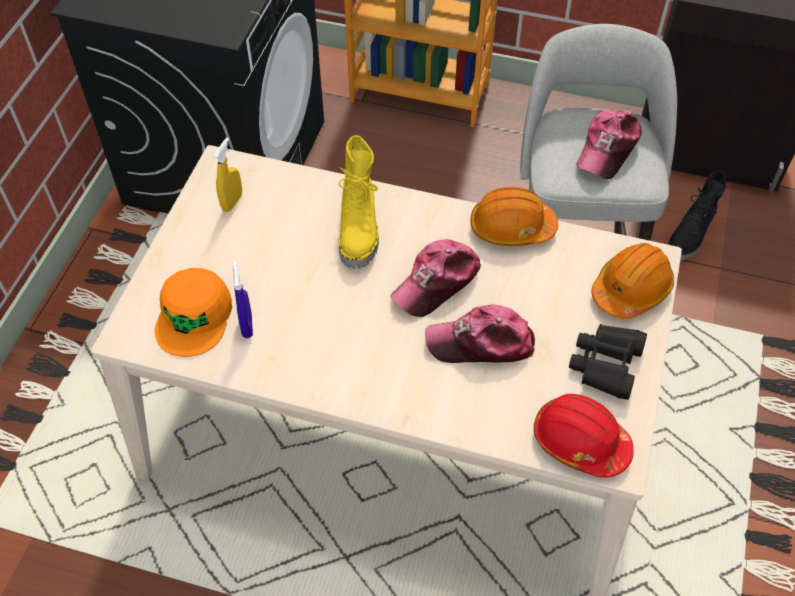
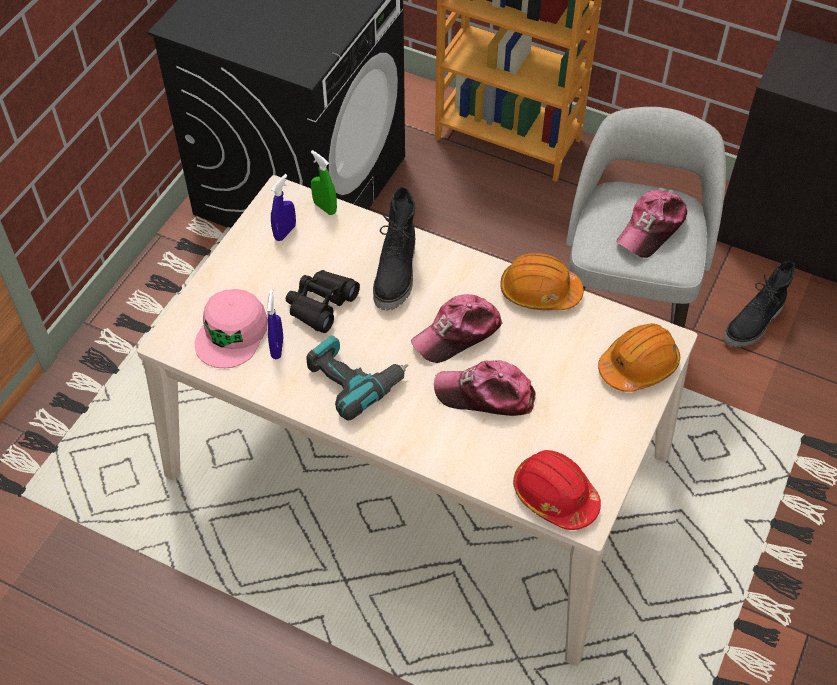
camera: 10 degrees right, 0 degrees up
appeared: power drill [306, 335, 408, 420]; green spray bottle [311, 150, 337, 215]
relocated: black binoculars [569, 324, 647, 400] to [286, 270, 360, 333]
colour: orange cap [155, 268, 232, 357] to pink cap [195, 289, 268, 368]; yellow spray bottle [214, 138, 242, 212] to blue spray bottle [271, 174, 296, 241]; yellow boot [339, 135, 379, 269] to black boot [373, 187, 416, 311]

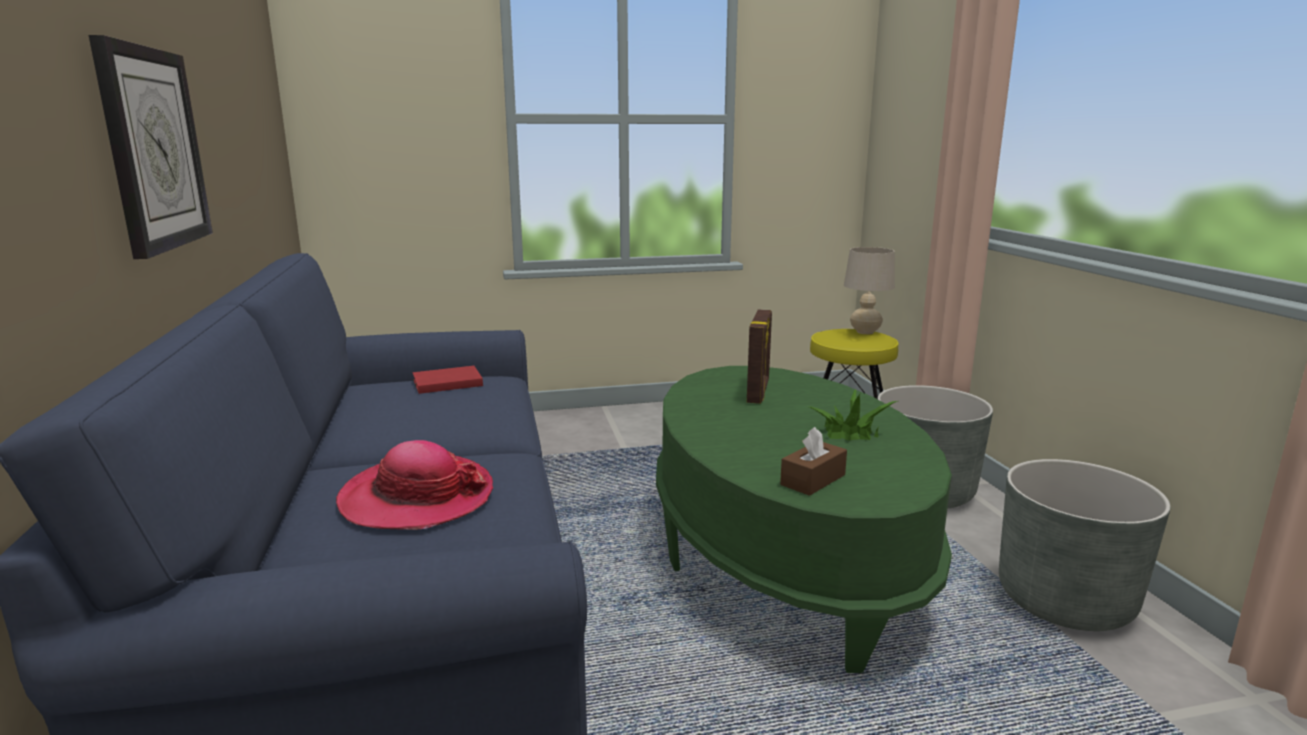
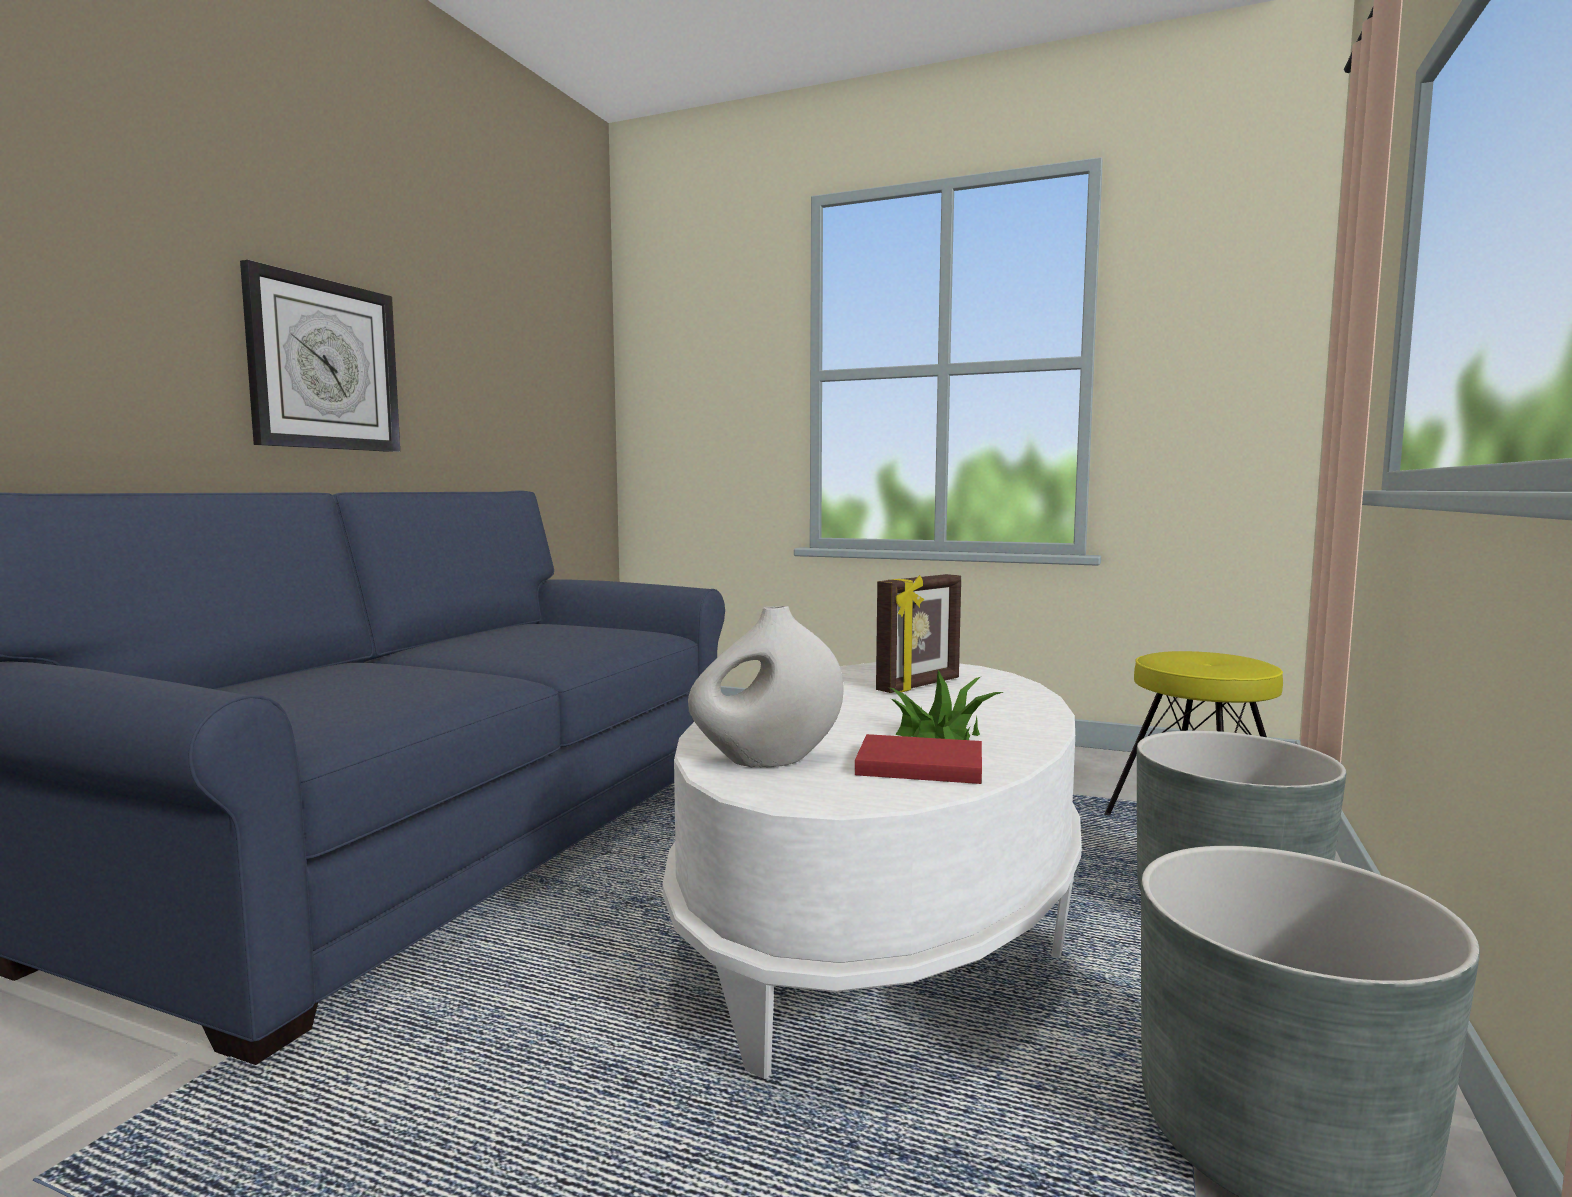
camera: 35 degrees right, 10 degrees down
missing: hat [336, 440, 493, 530]; beige table lamp [844, 247, 895, 334]
relocated: red book [413, 366, 483, 394] to [855, 734, 982, 784]
exchanged: brown tissue box [780, 427, 847, 496] to white vase [688, 606, 843, 768]
colour: green coffee table [656, 366, 952, 673] to white coffee table [663, 662, 1082, 1079]

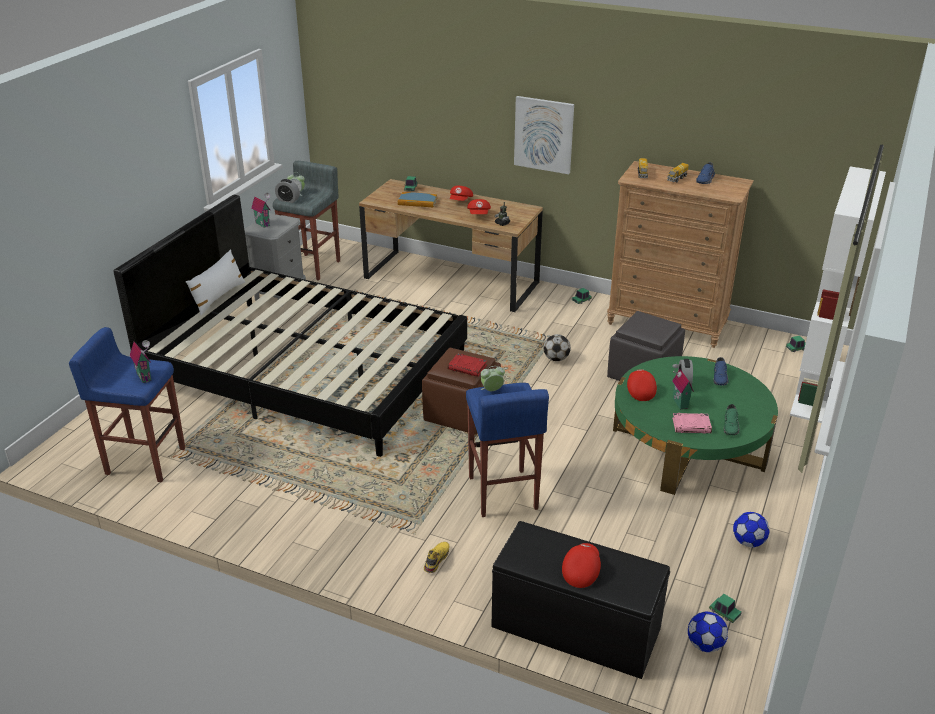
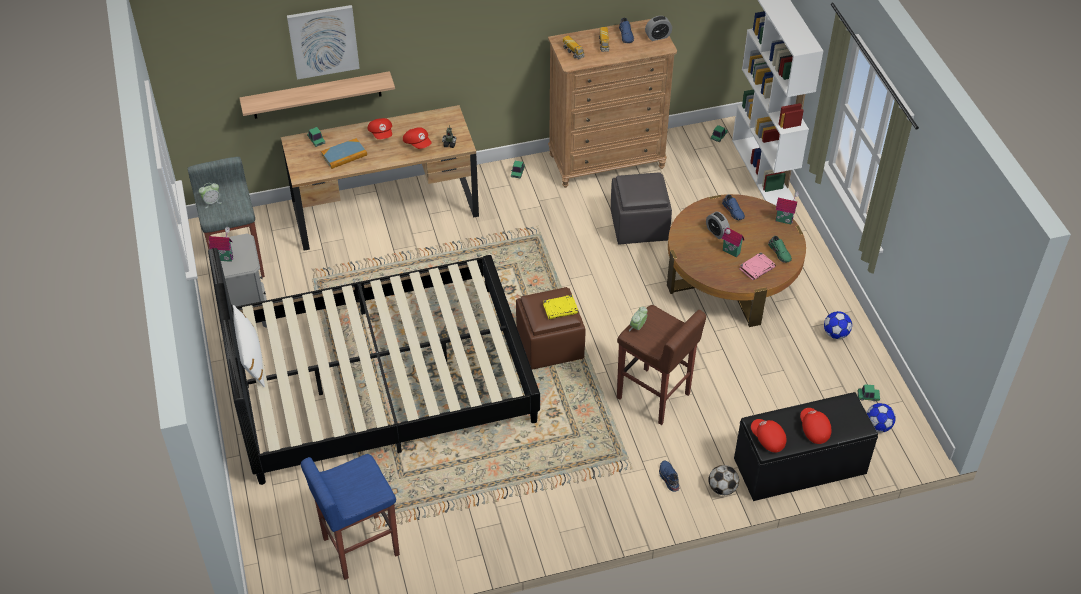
camera: 40 degrees left, 15 degrees up
appeared: shelf [239, 71, 395, 119]
relocated: picture [514, 96, 574, 174] to [287, 5, 360, 80]; alarm clock [275, 179, 300, 203] to [645, 16, 672, 41]; football [543, 334, 571, 361] to [709, 465, 739, 495]; red cap [627, 369, 657, 401] to [751, 419, 786, 453]; toy house [129, 340, 151, 383] to [775, 191, 799, 224]
colour: red book [448, 353, 487, 377] to yellow book [543, 295, 578, 319]; blue stool [466, 383, 549, 517] to brown stool [617, 305, 706, 425]; yellow shoe [424, 542, 450, 573] to blue shoe [659, 461, 679, 492]; green coffee table [613, 356, 778, 495] to brown coffee table [667, 194, 806, 327]

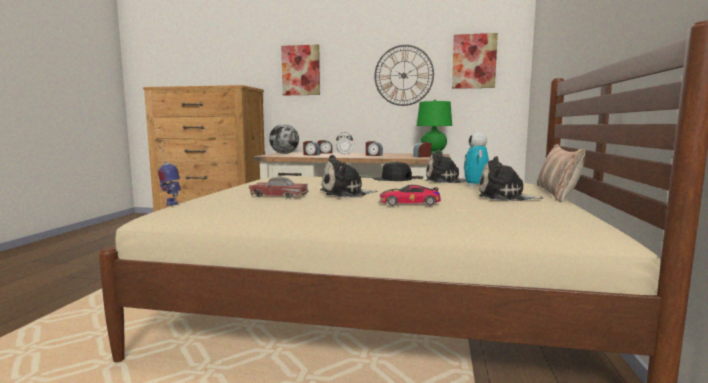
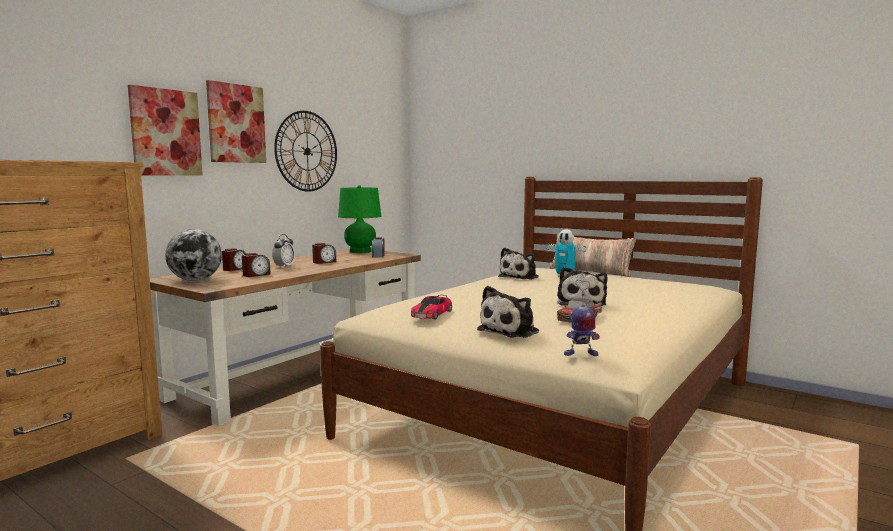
camera: 65 degrees left, 0 degrees up
missing: black cap [373, 161, 412, 181]
relocated: picture [452, 33, 498, 89] to [206, 80, 266, 163]; toy car [379, 185, 441, 206] to [411, 295, 452, 319]; plush toy [479, 156, 543, 201] to [477, 286, 539, 338]

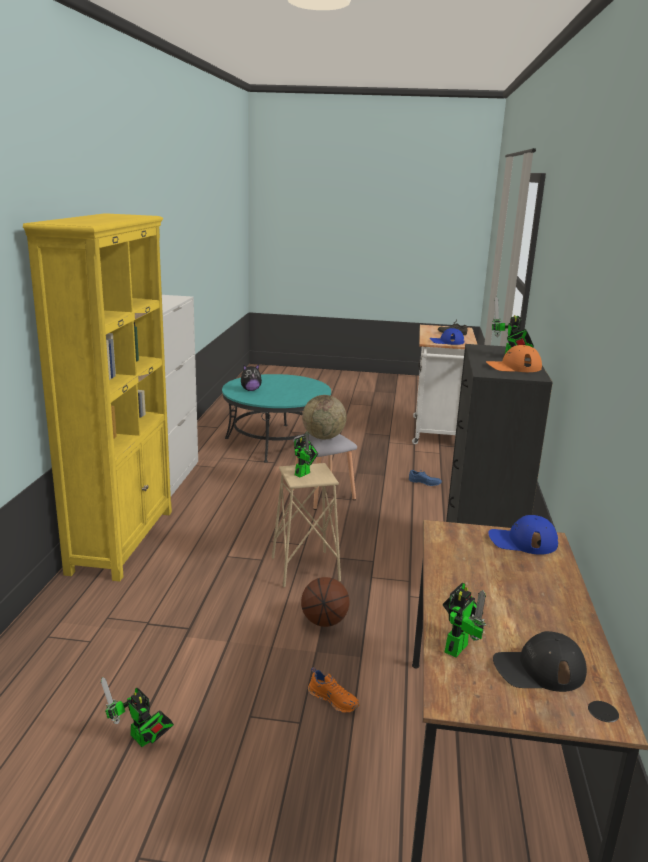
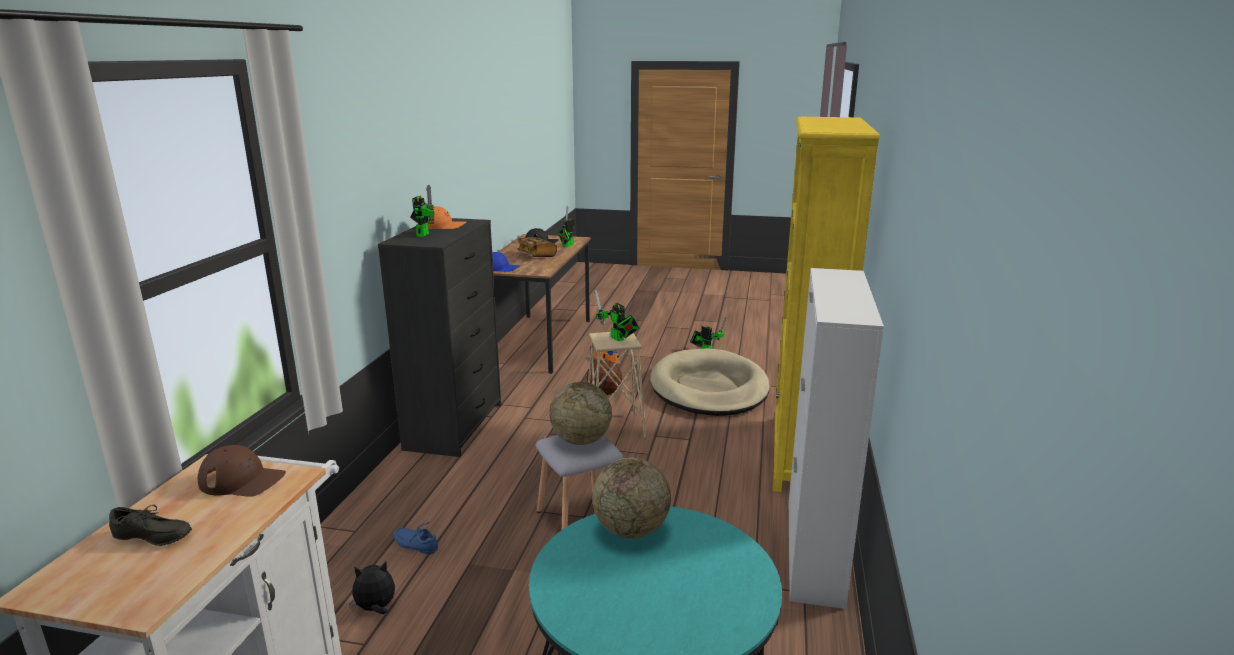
camera: 175 degrees left, 0 degrees up
appeared: book [517, 237, 557, 257]; globe [592, 457, 671, 539]; beige dog bed [650, 348, 770, 416]
relocated: plush toy [241, 364, 262, 391] to [349, 561, 395, 614]
colour: blue cap [430, 328, 464, 345] to brown cap [198, 445, 286, 497]
spun: toy robot [294, 431, 318, 477] = [595, 290, 639, 341] 75 degrees counterclockwise

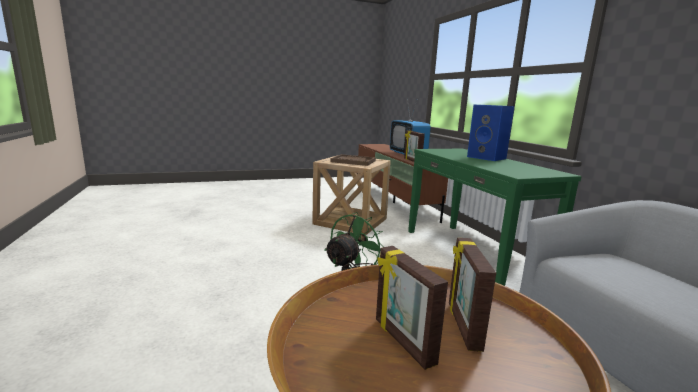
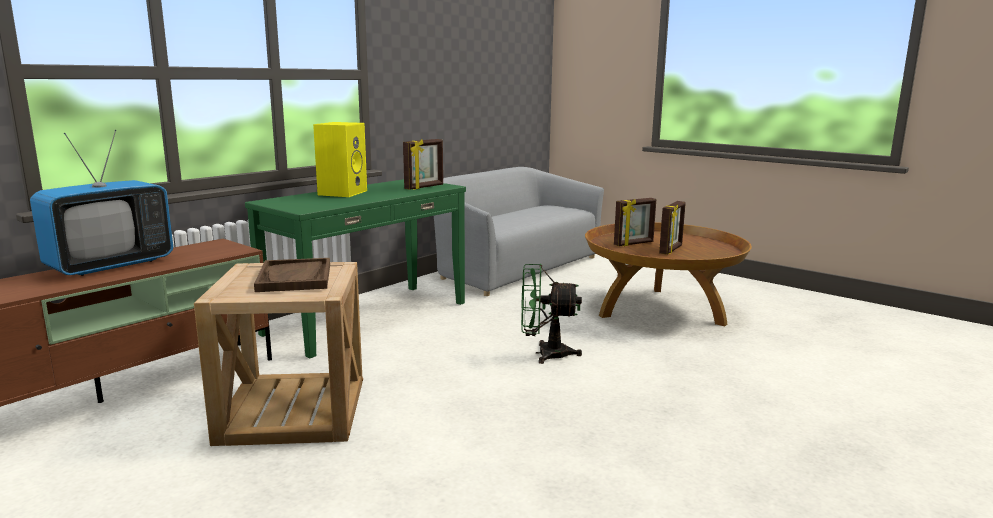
camera: 120 degrees left, 0 degrees up
relocated: picture frame [404, 130, 425, 162] to [403, 139, 443, 190]
colour: blue speaker [467, 105, 514, 161] to yellow speaker [313, 122, 367, 197]

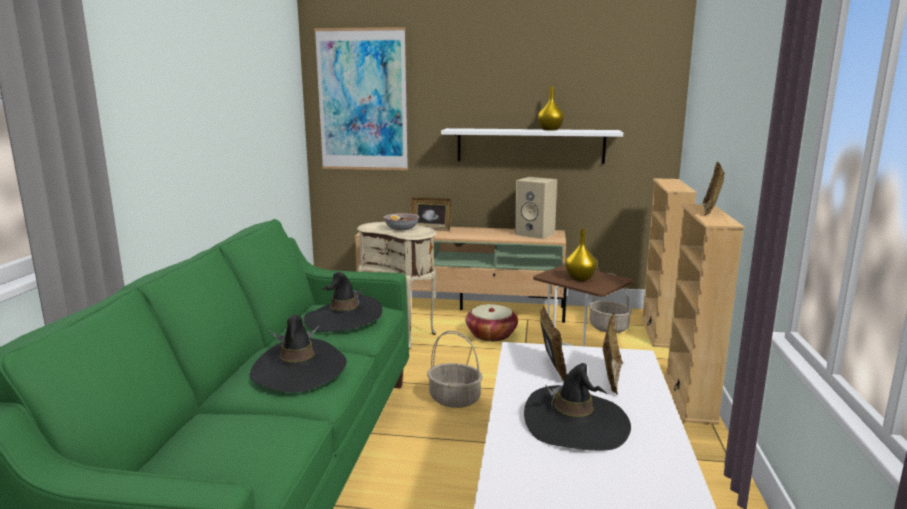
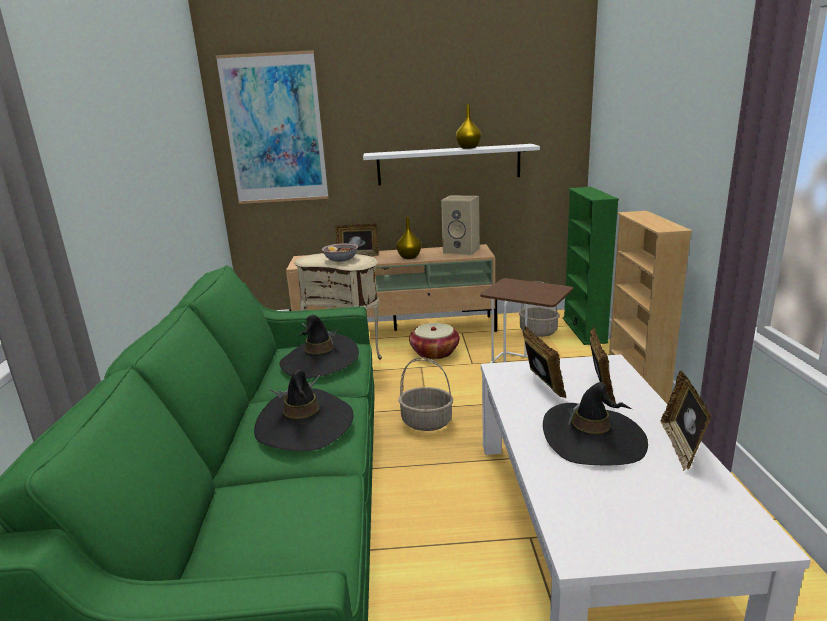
camera: 10 degrees left, 5 degrees up
relocated: yellow vase [565, 229, 597, 281] to [396, 217, 421, 259]; picture frame [702, 162, 725, 215] to [661, 371, 712, 471]
colour: beige bookcase [641, 178, 697, 348] to green bookcase [563, 187, 619, 345]

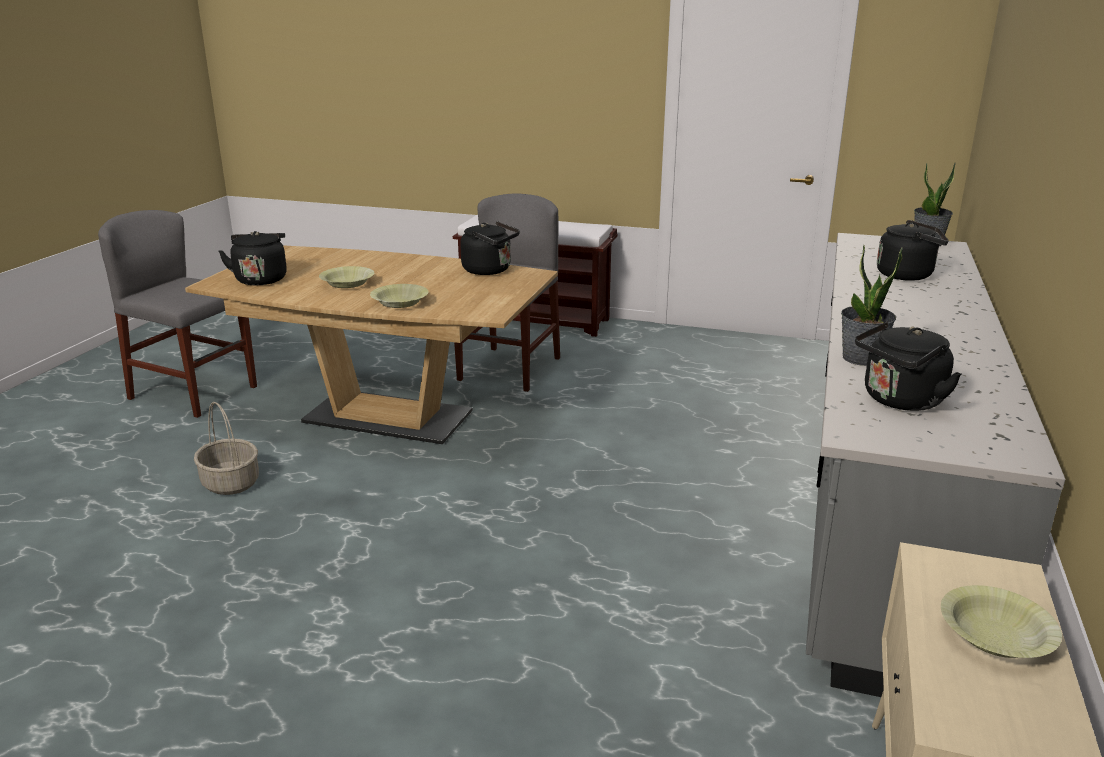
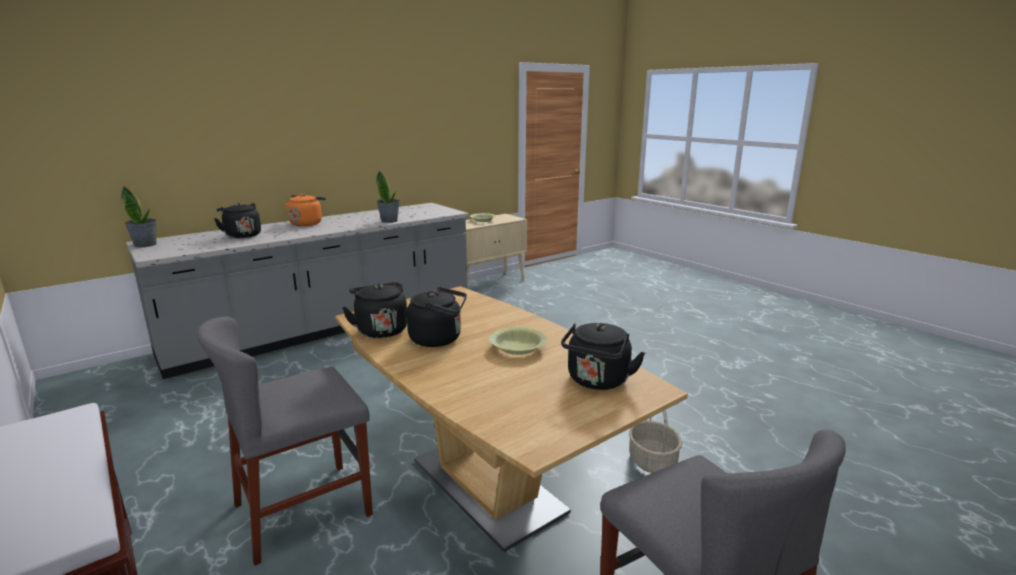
camera: 145 degrees left, 5 degrees down
missing: yellow bowl [370, 284, 429, 308]
appeared: orange kettle [285, 194, 326, 226]
relocated: black kettle [855, 322, 962, 411] to [407, 287, 467, 347]

